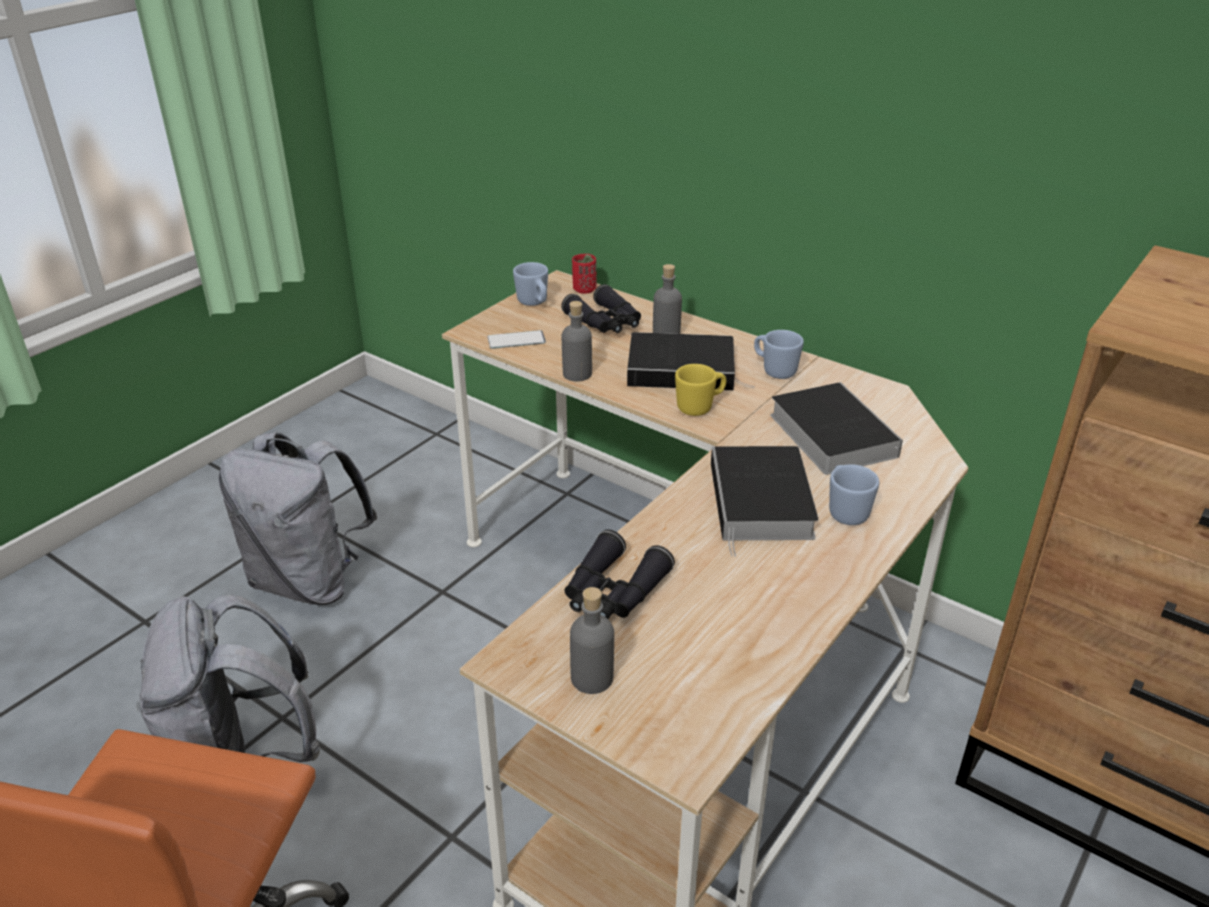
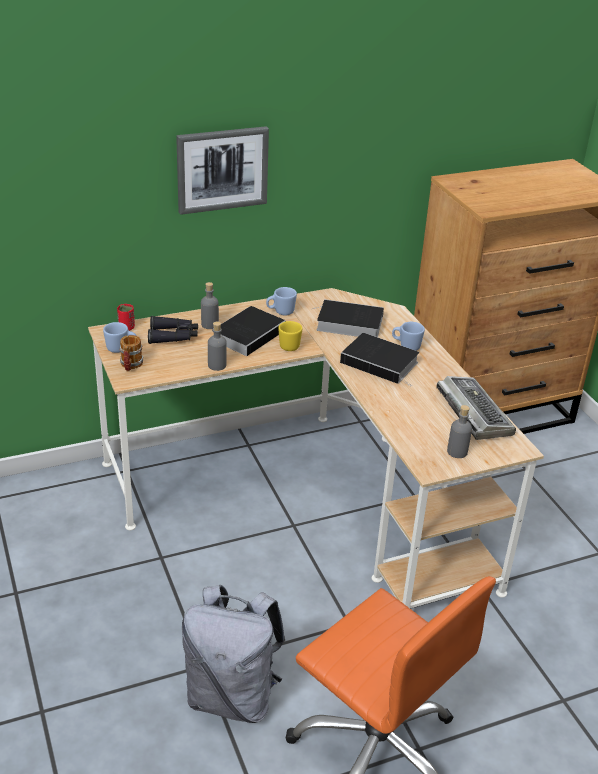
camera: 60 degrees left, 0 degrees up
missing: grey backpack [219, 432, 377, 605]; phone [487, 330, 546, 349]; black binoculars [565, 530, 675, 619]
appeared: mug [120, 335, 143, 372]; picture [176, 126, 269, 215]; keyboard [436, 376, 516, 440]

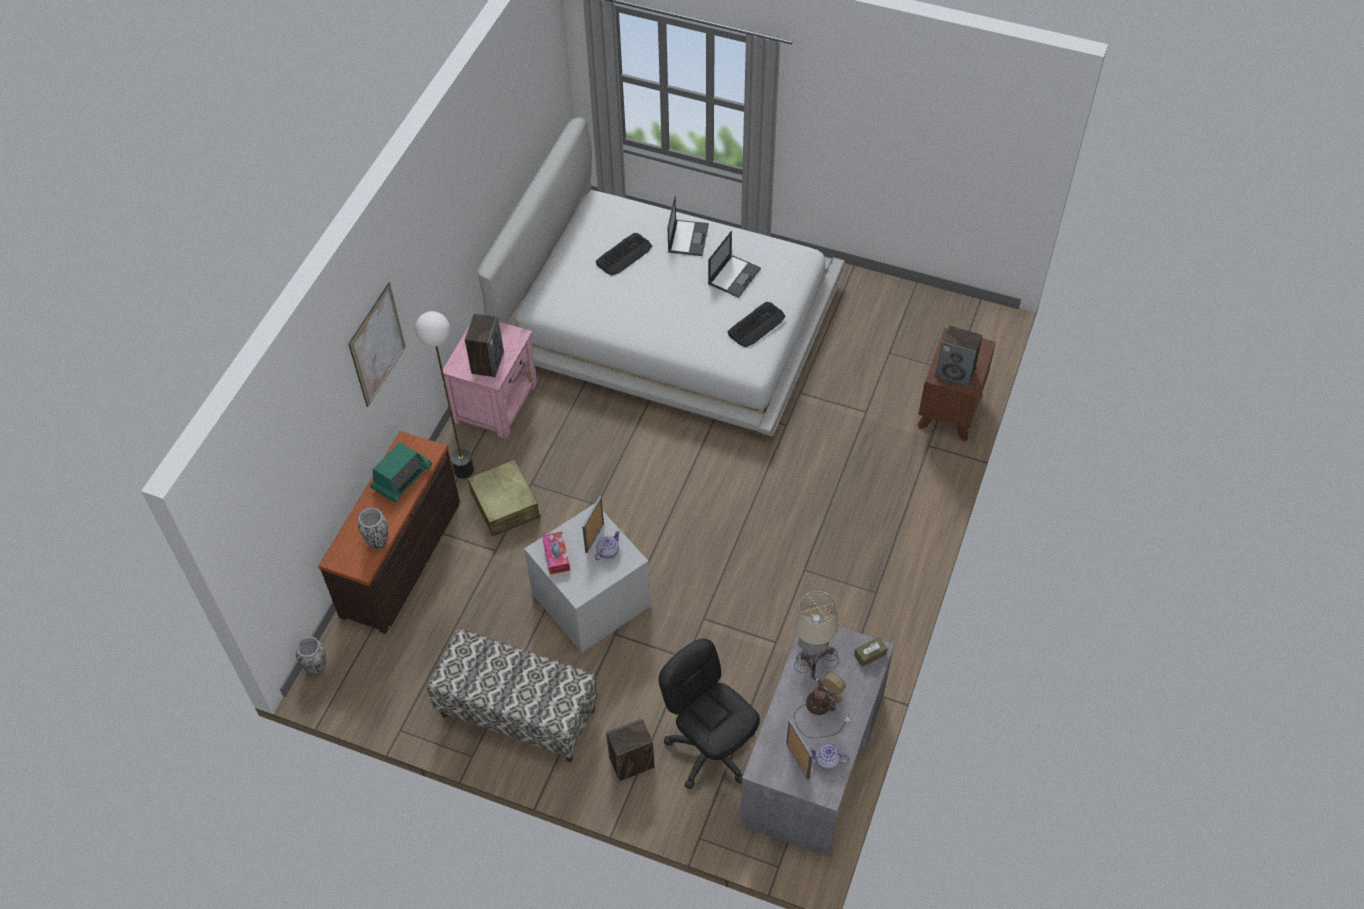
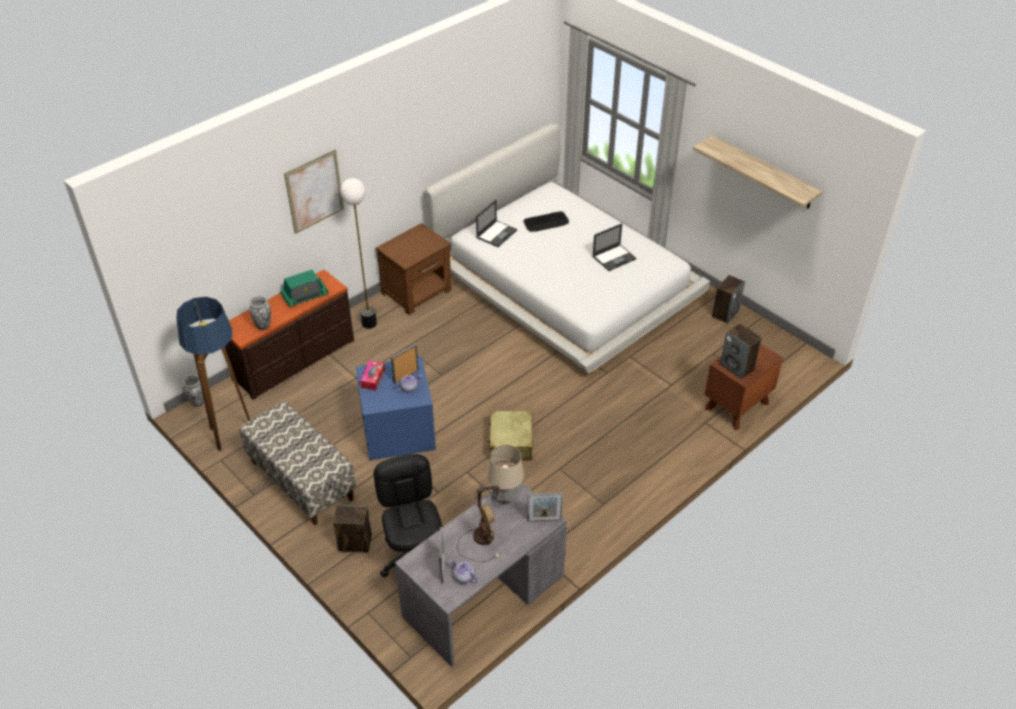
camera: 25 degrees right, 10 degrees down
missing: keyboard [728, 302, 786, 347]
appeared: floor lamp [177, 297, 250, 451]; shelf [693, 135, 822, 209]
relocated: laptop [667, 196, 709, 256] to [476, 200, 517, 247]; beige suitcase [467, 460, 540, 537] to [488, 411, 533, 461]; speaker [465, 314, 504, 378] to [712, 275, 745, 324]
exchanged: brown tissue box [854, 637, 888, 667] to picture frame [527, 492, 563, 522]
colour: grey storage box [524, 504, 651, 653] to blue storage box [355, 357, 436, 461]; pink nightstand [441, 322, 537, 439] to brown nightstand [376, 223, 452, 315]

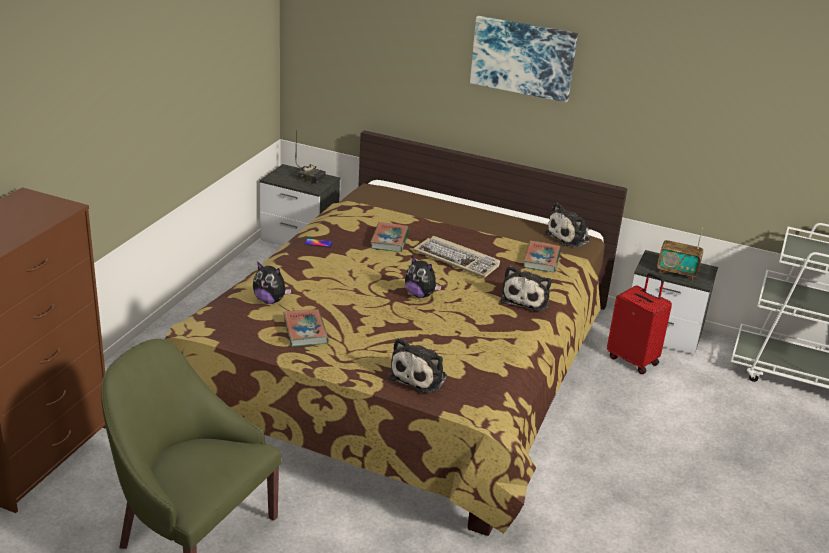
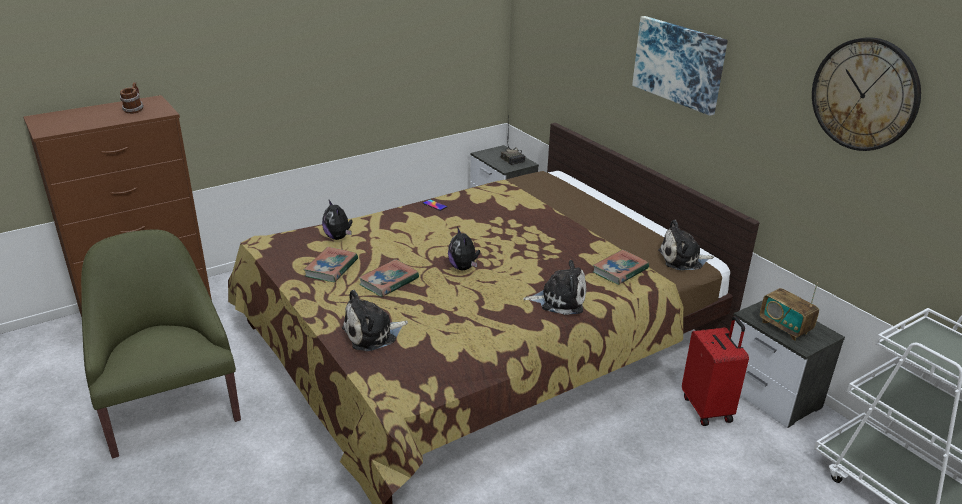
camera: 35 degrees right, 0 degrees up
missing: keyboard [413, 236, 500, 278]
appeared: mug [120, 82, 144, 114]; wall clock [812, 37, 921, 151]
relocated: book [371, 222, 409, 252] to [358, 259, 419, 297]
spun: plush toy [501, 266, 551, 311] = [523, 260, 586, 315] 135 degrees counterclockwise

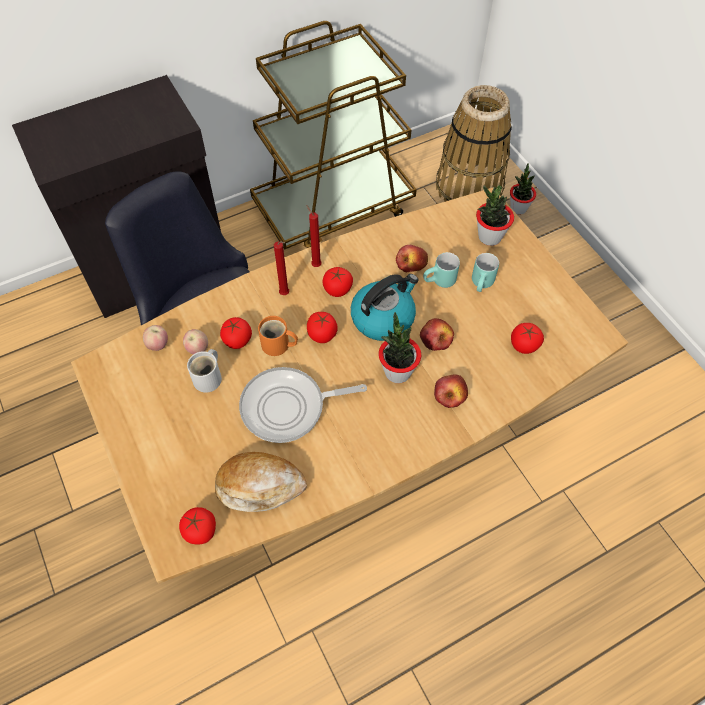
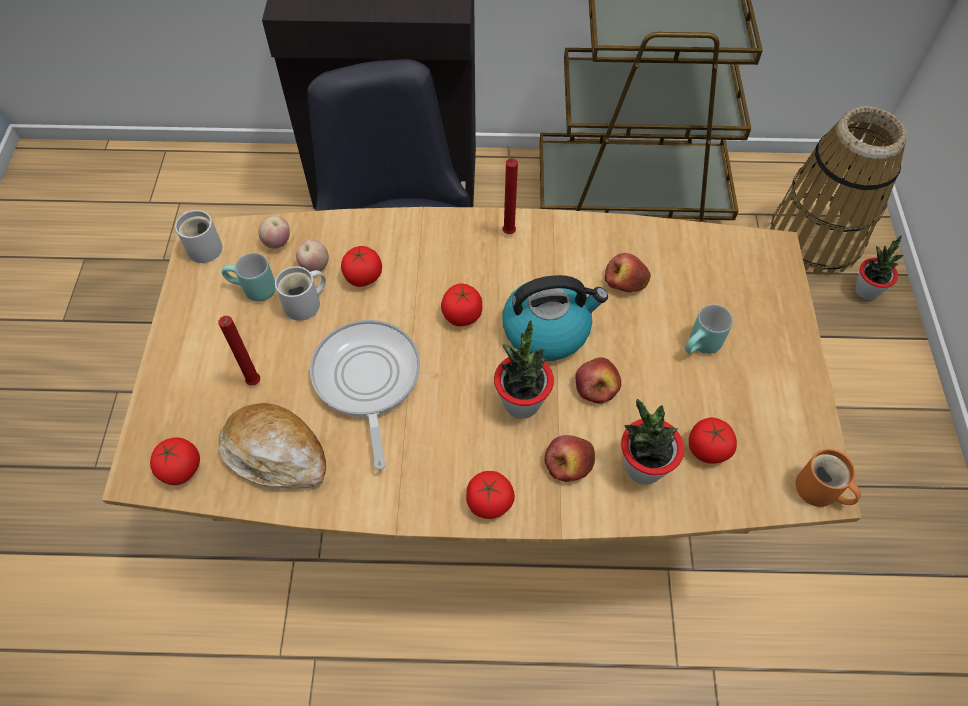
camera: 30 degrees right, 0 degrees up
appeared: white mug [175, 210, 222, 263]
relocated: red candle [274, 241, 289, 295] to [218, 316, 260, 386]; turquoise mug [423, 252, 460, 288] to [222, 253, 276, 301]; tomato [322, 267, 353, 297] to [466, 471, 515, 519]; potted plant [476, 185, 514, 246] to [621, 399, 684, 484]; orange mug [258, 316, 298, 356] to [795, 449, 861, 507]
spun: frying pan [239, 367, 367, 443] = [310, 320, 420, 470] 60 degrees clockwise

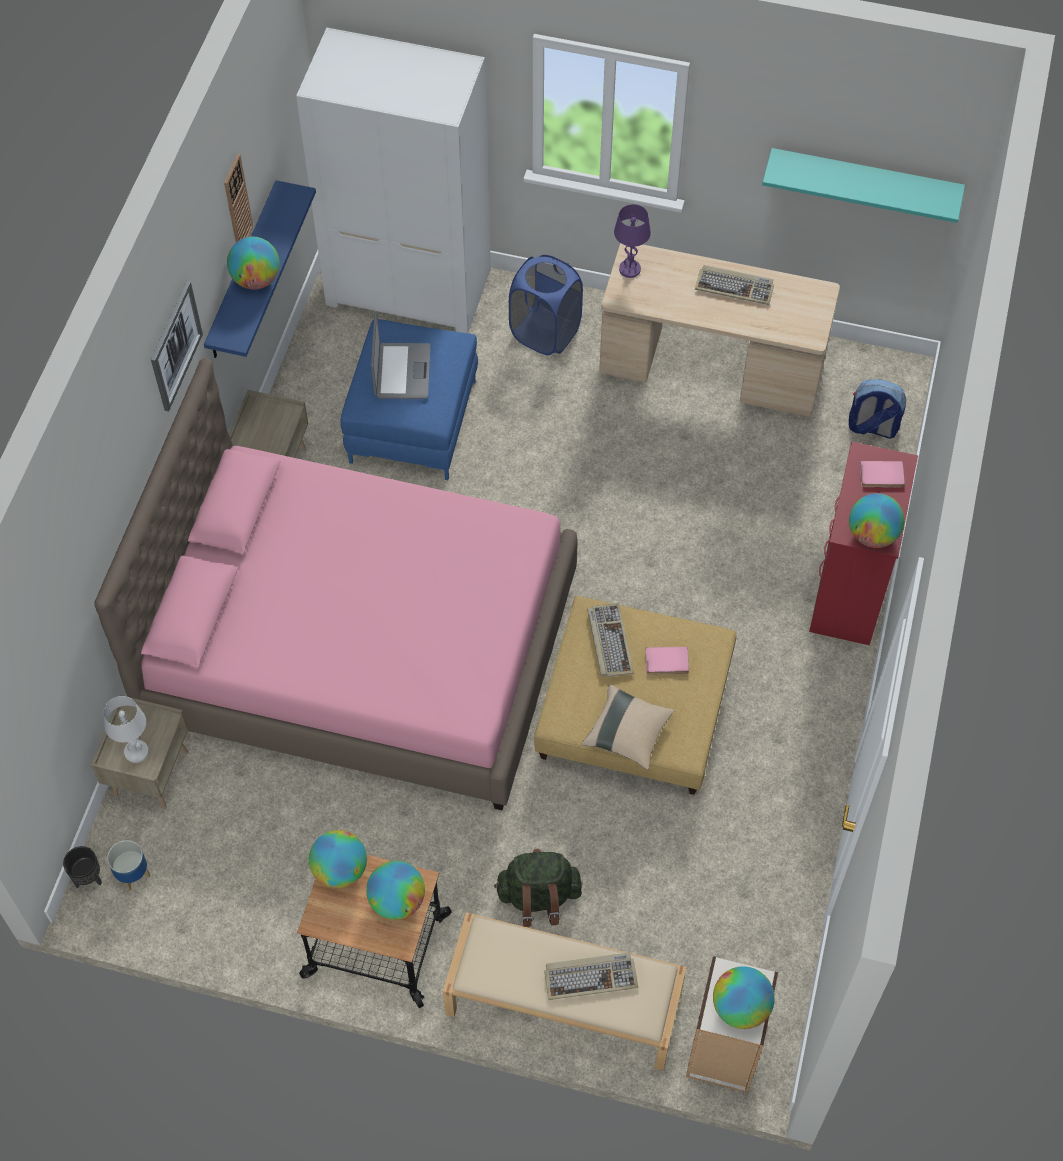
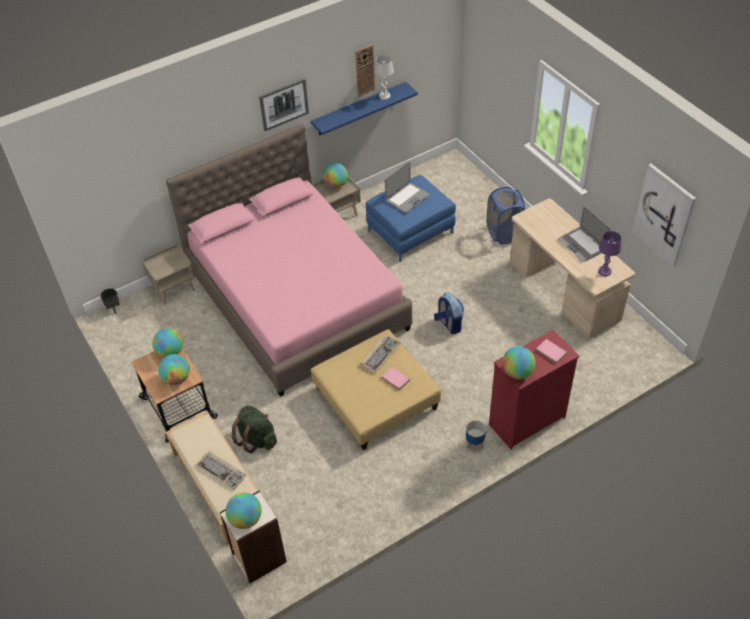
camera: 45 degrees right, 10 degrees down
missing: white wardrobe [296, 28, 491, 333]; beige pillow [581, 684, 674, 770]
relocated: globe [227, 237, 280, 289] to [323, 162, 348, 188]; white table lamp [103, 696, 149, 763] to [374, 55, 394, 100]; backpack [849, 379, 906, 439] to [434, 292, 464, 334]; planter [107, 840, 150, 891] to [466, 420, 486, 450]; purple table lamp [614, 204, 651, 278] to [598, 231, 621, 276]
exchanged: keyboard [695, 265, 774, 305] to laptop [558, 206, 611, 262]; turquoise shelf [762, 148, 965, 223] to picture [632, 164, 696, 267]

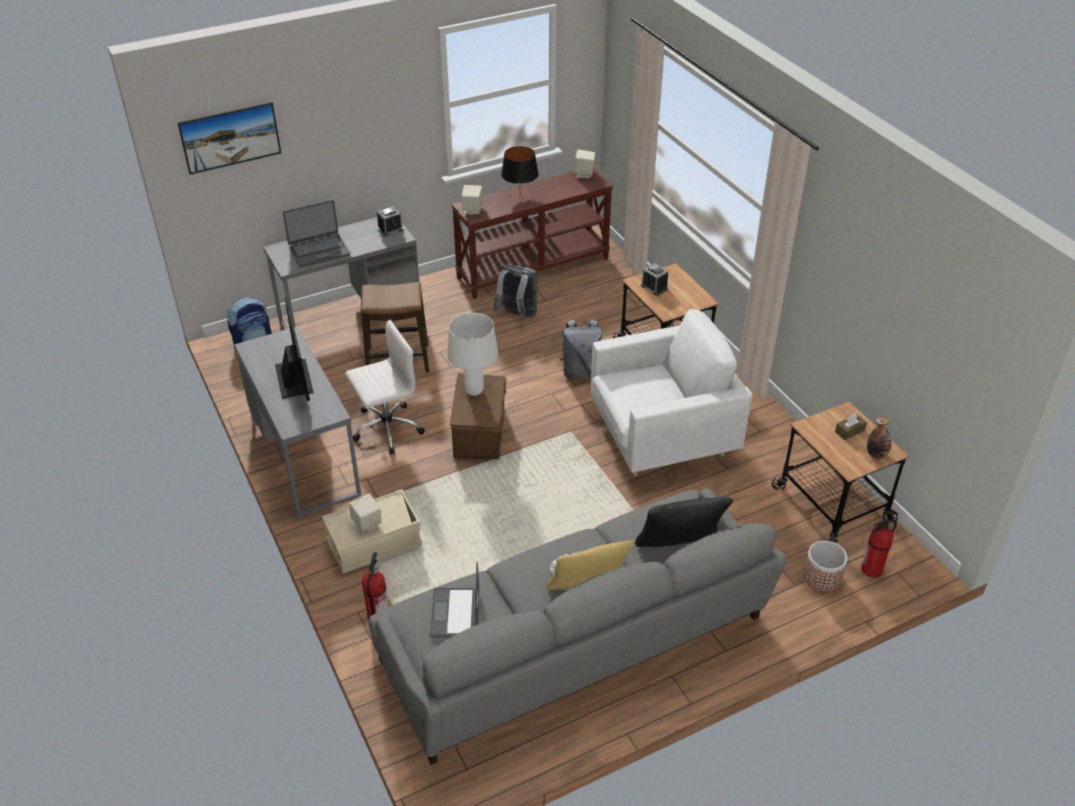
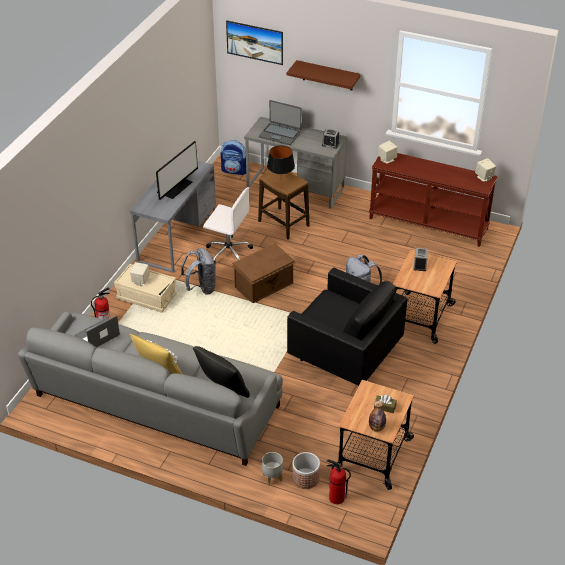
camera: 50 degrees right, 0 degrees up
missing: white table lamp [447, 313, 498, 396]
appeared: grey planter [262, 452, 283, 485]; brown shelf [287, 60, 361, 91]
relocated: grey backpack [493, 265, 538, 319] to [181, 248, 216, 295]; black table lamp [501, 146, 538, 184] to [267, 145, 295, 174]
colour: white armchair [591, 309, 752, 476] to black armchair [287, 267, 408, 386]

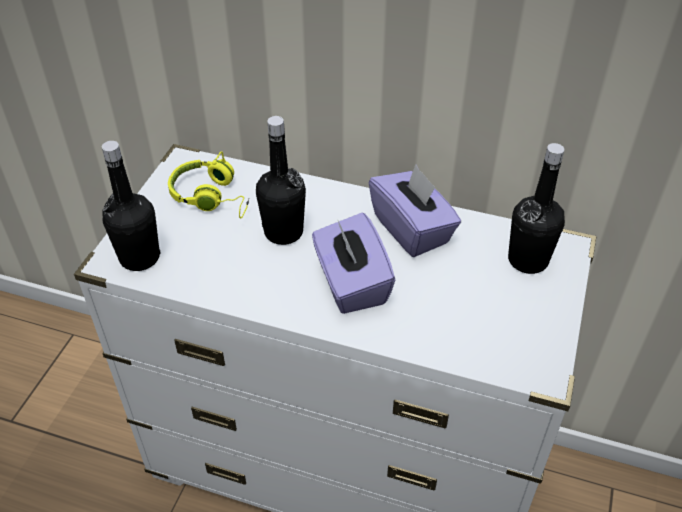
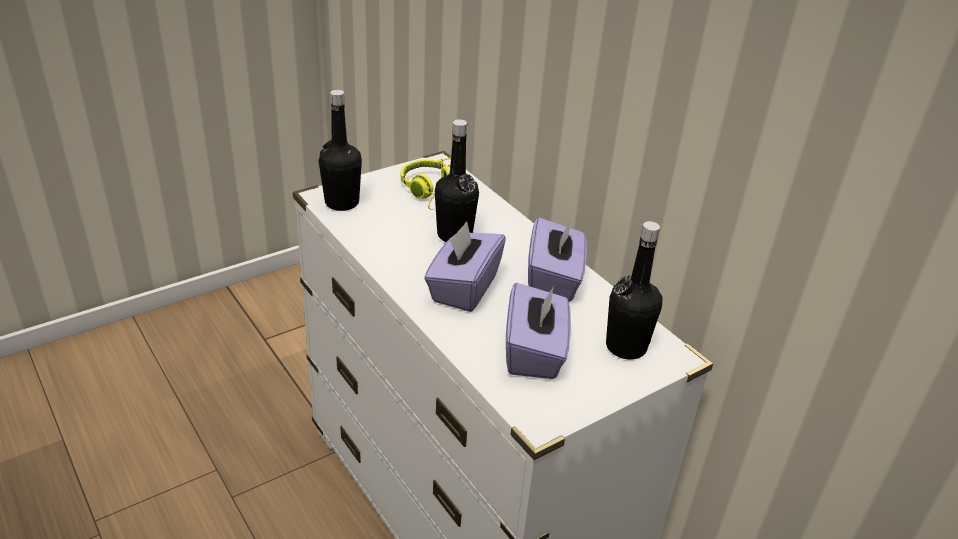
camera: 35 degrees right, 10 degrees down
appeared: purple tissue box [506, 283, 571, 379]

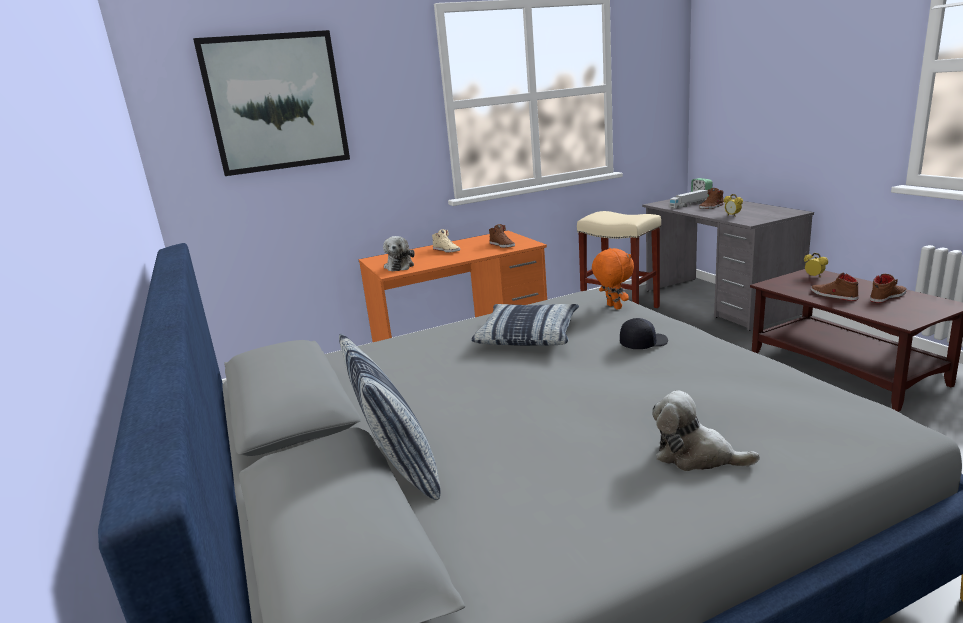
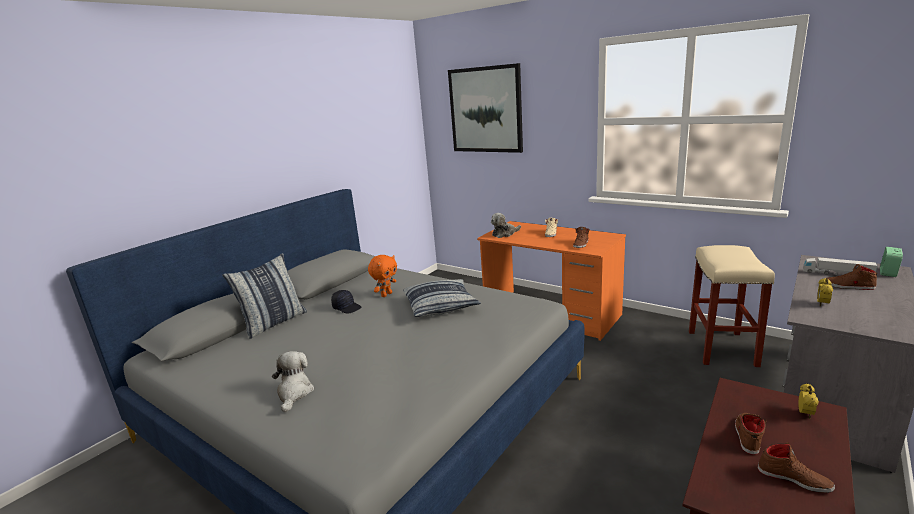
camera: 60 degrees right, 0 degrees up
relocated: black cap [620, 318, 668, 349] to [331, 290, 361, 314]; orange plush toy [592, 248, 634, 310] to [368, 255, 397, 297]

